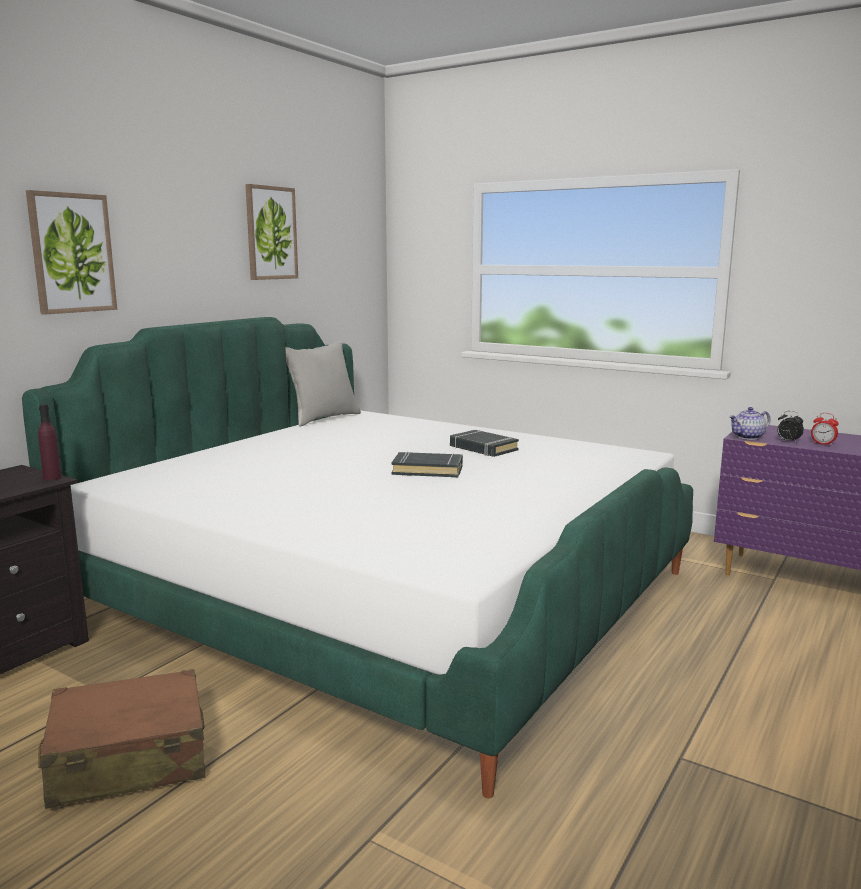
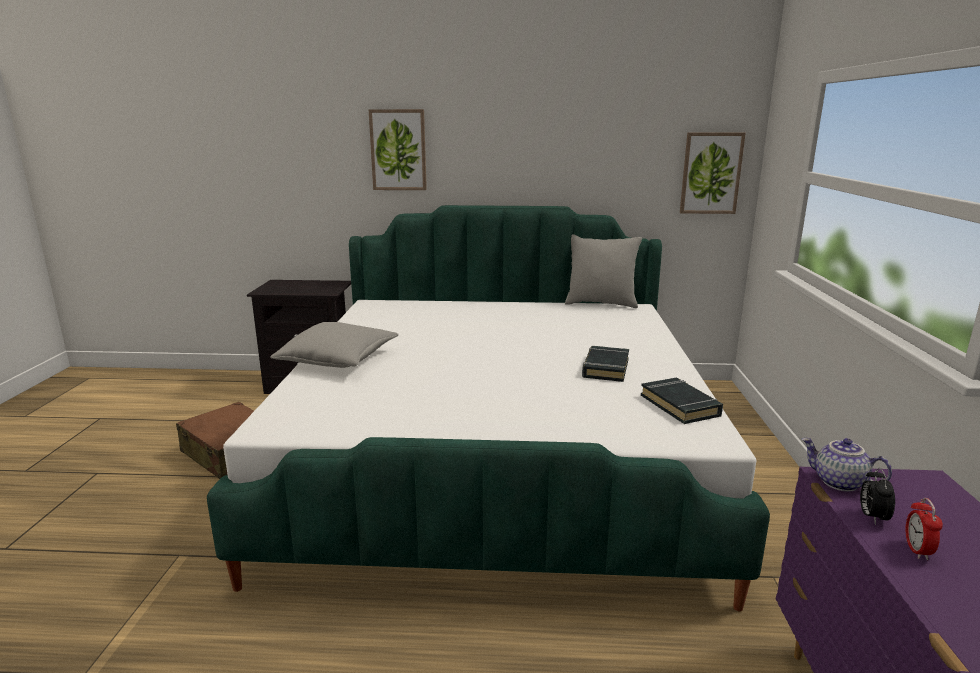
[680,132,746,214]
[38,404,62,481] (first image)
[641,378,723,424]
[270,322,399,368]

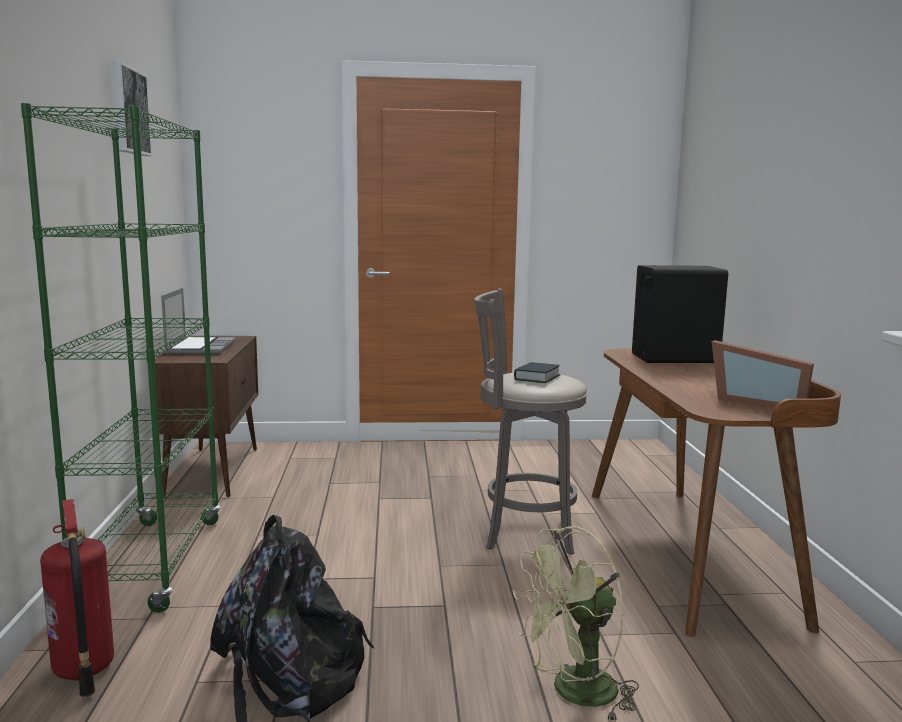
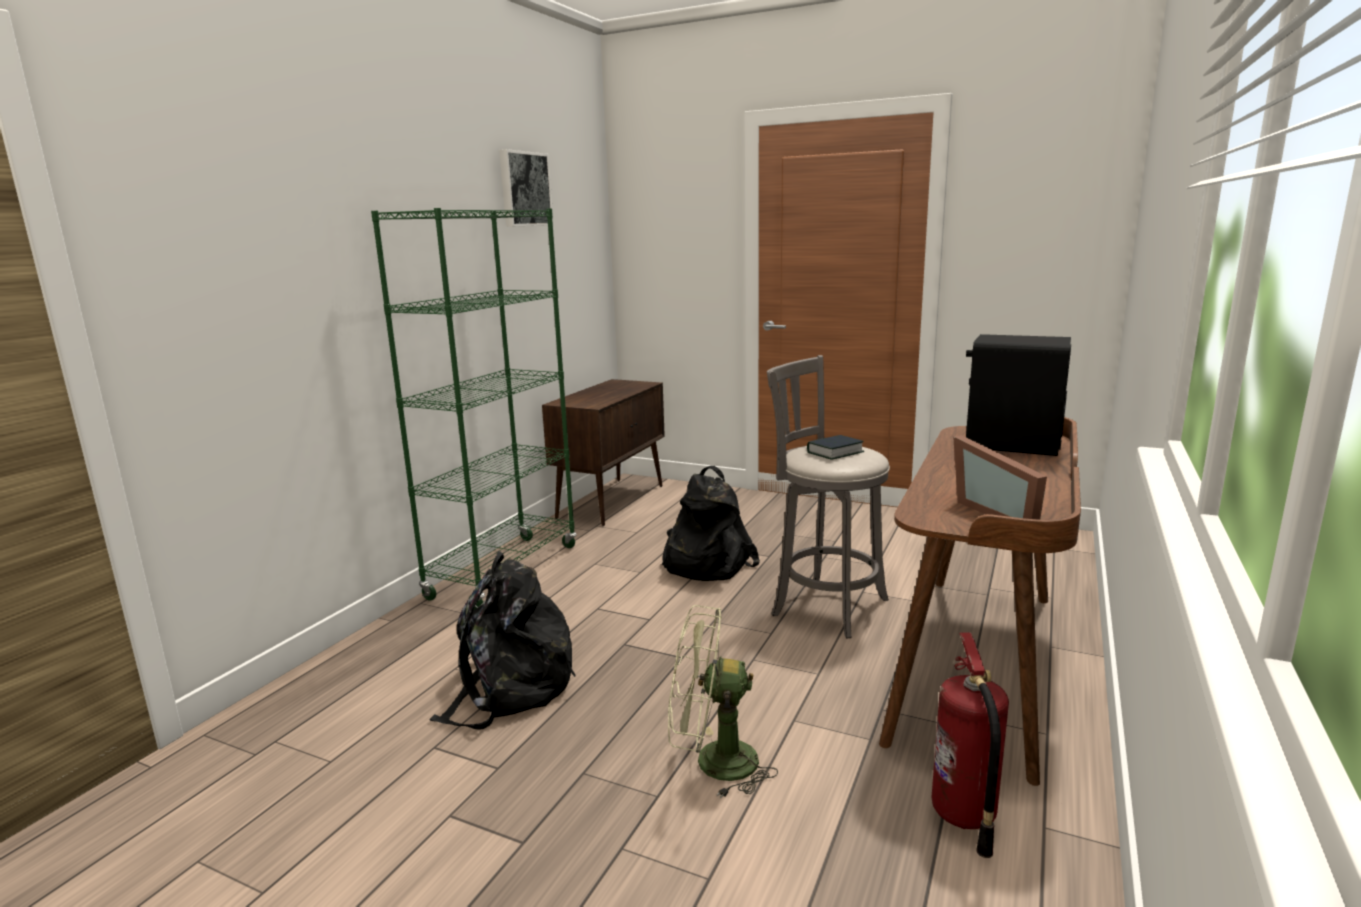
[161,288,236,354] (first image)
[932,632,1009,858]
[662,466,760,581]

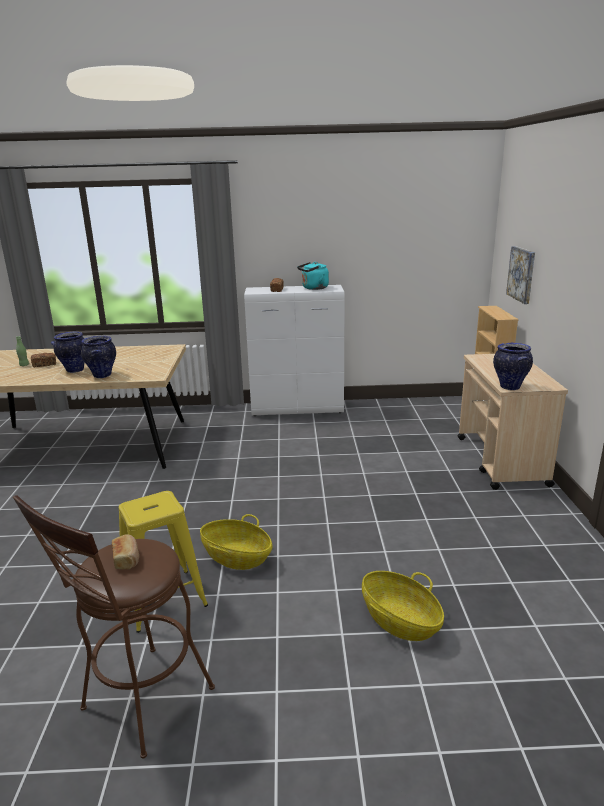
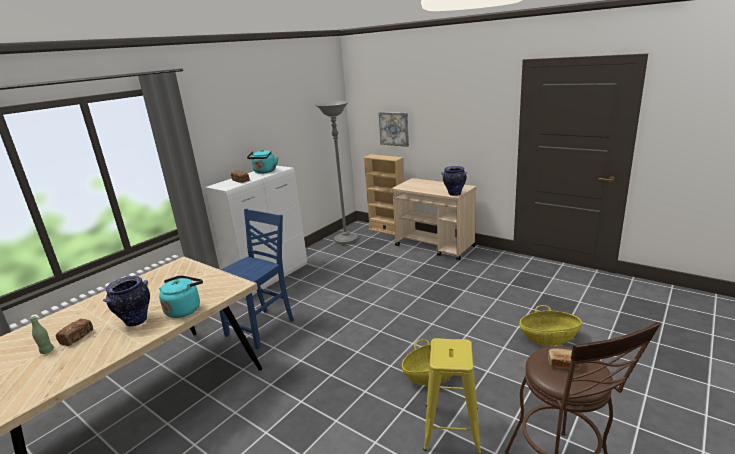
[159,275,203,318]
[315,101,358,245]
[219,209,294,349]

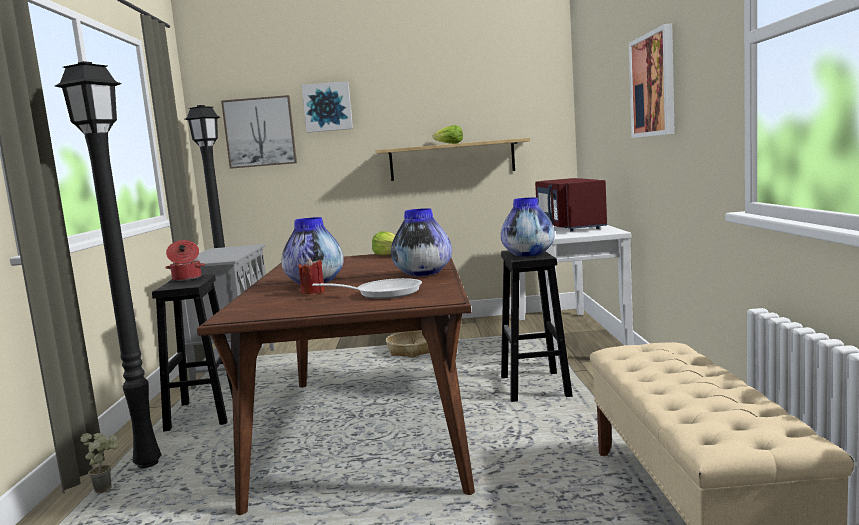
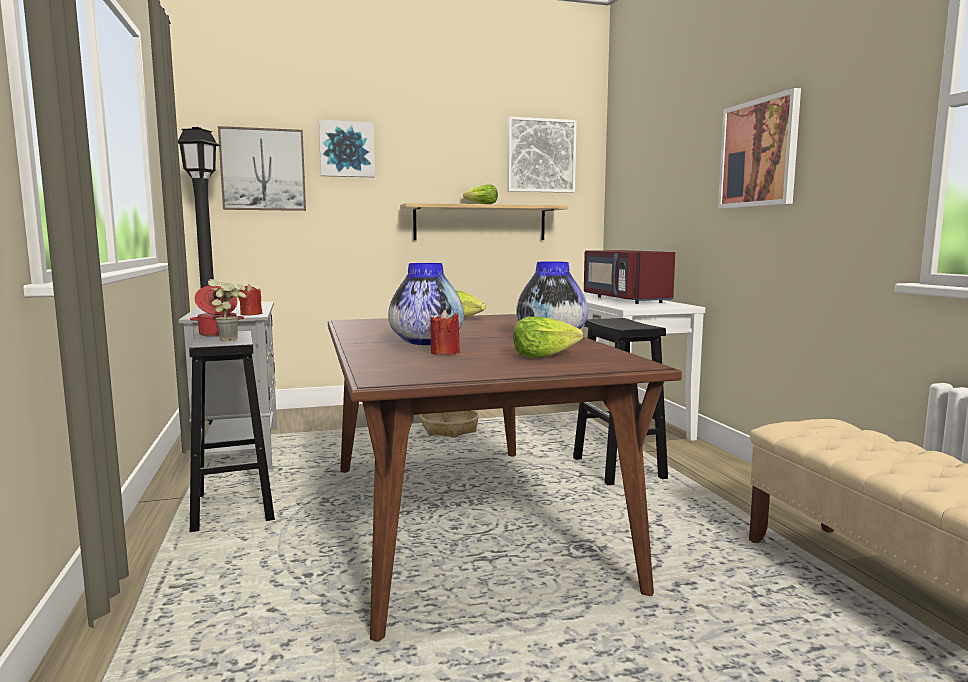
[55,61,161,468] (first image)
[501,197,555,256] (first image)
[513,317,583,358]
[208,279,247,341]
[507,117,577,193]
[238,284,262,316]

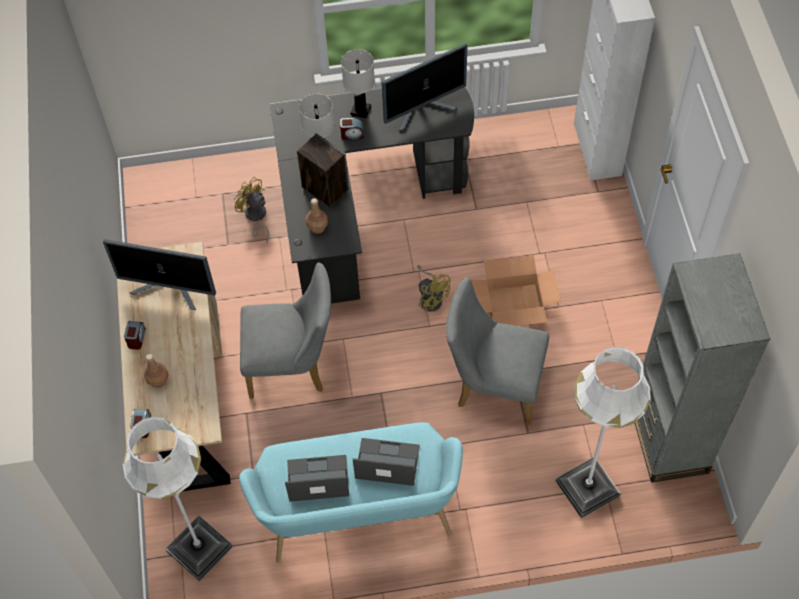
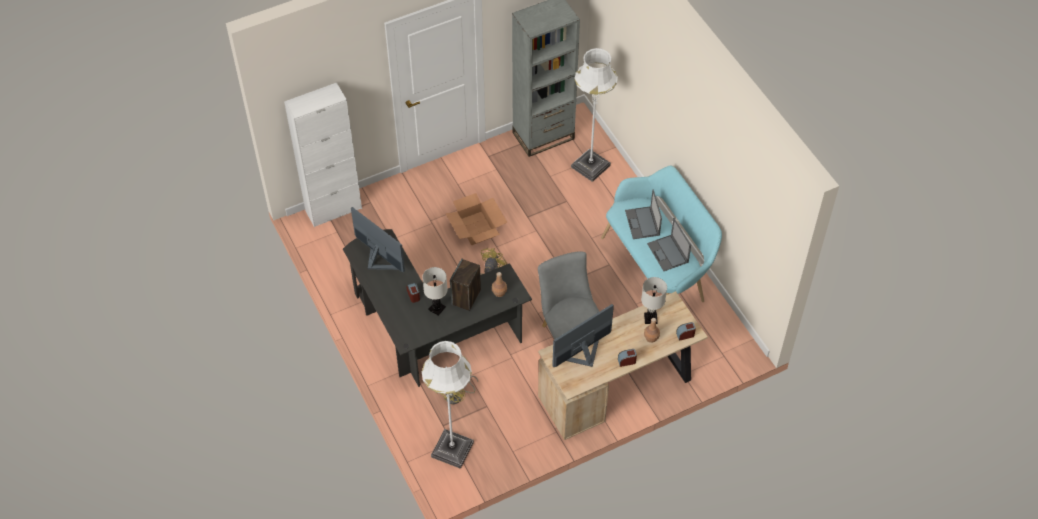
[641,277,667,324]
[552,304,614,367]
[446,277,549,425] (first image)
[422,341,474,469]

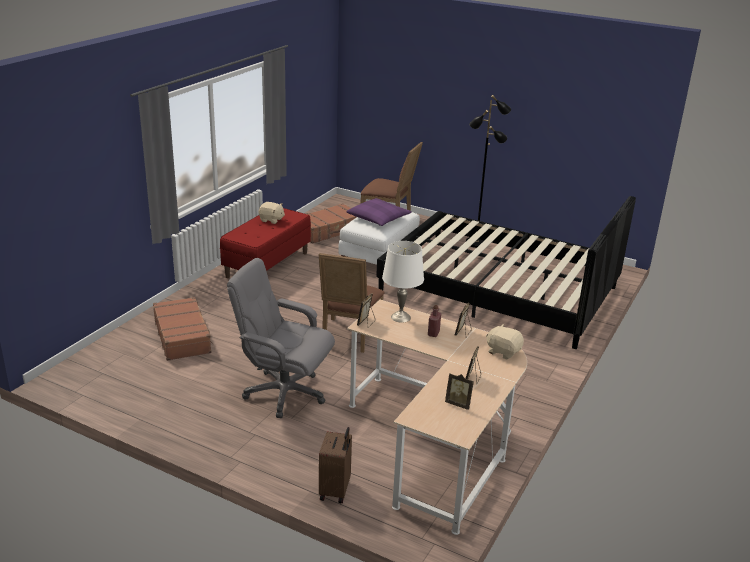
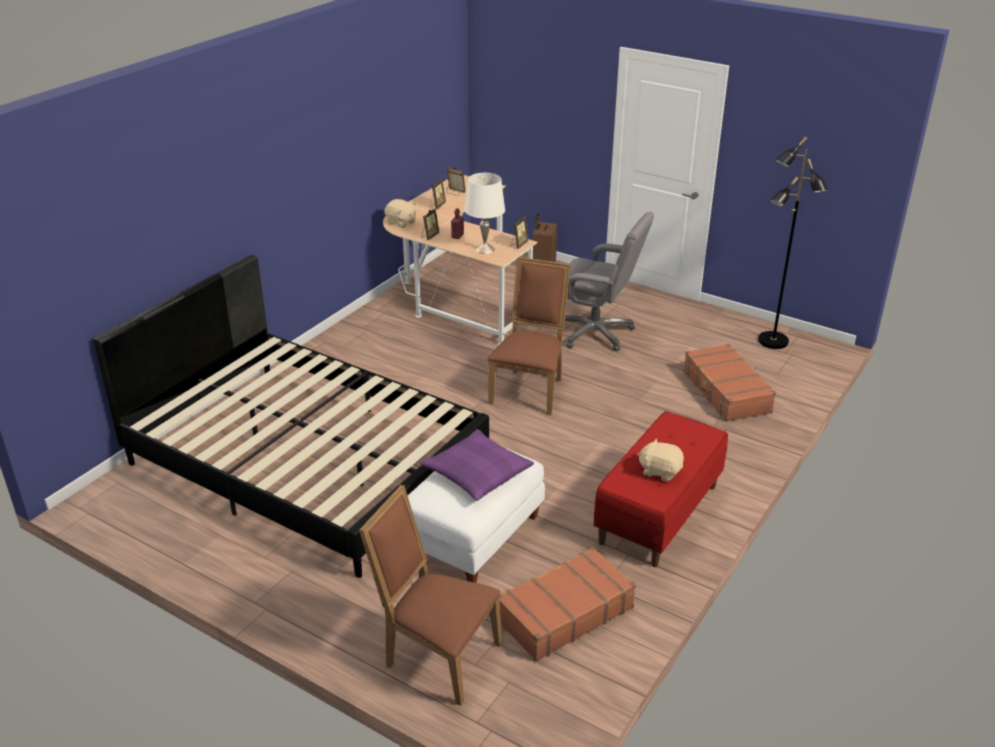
[758,137,829,349]

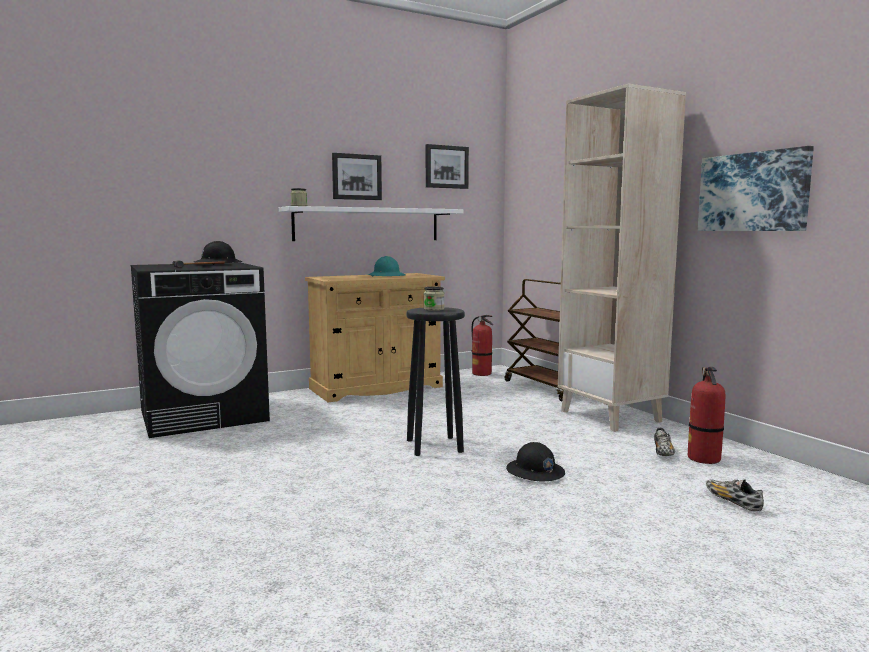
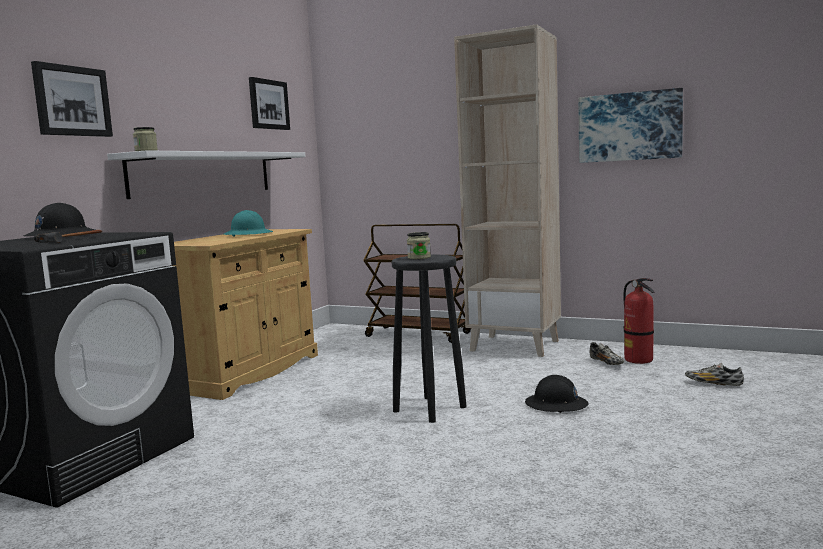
[31,61,113,137]
[471,315,493,376] (first image)

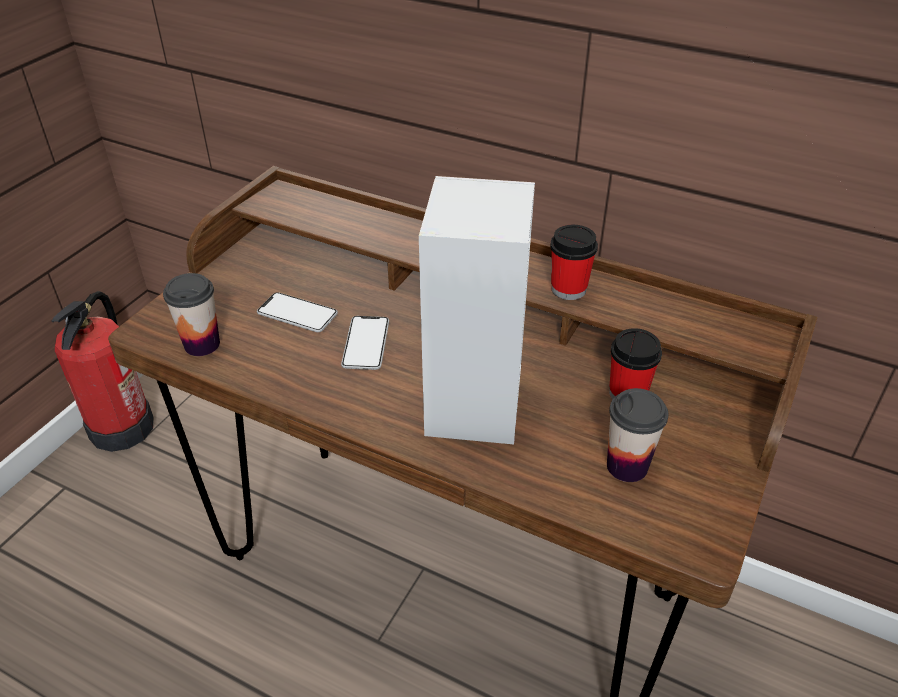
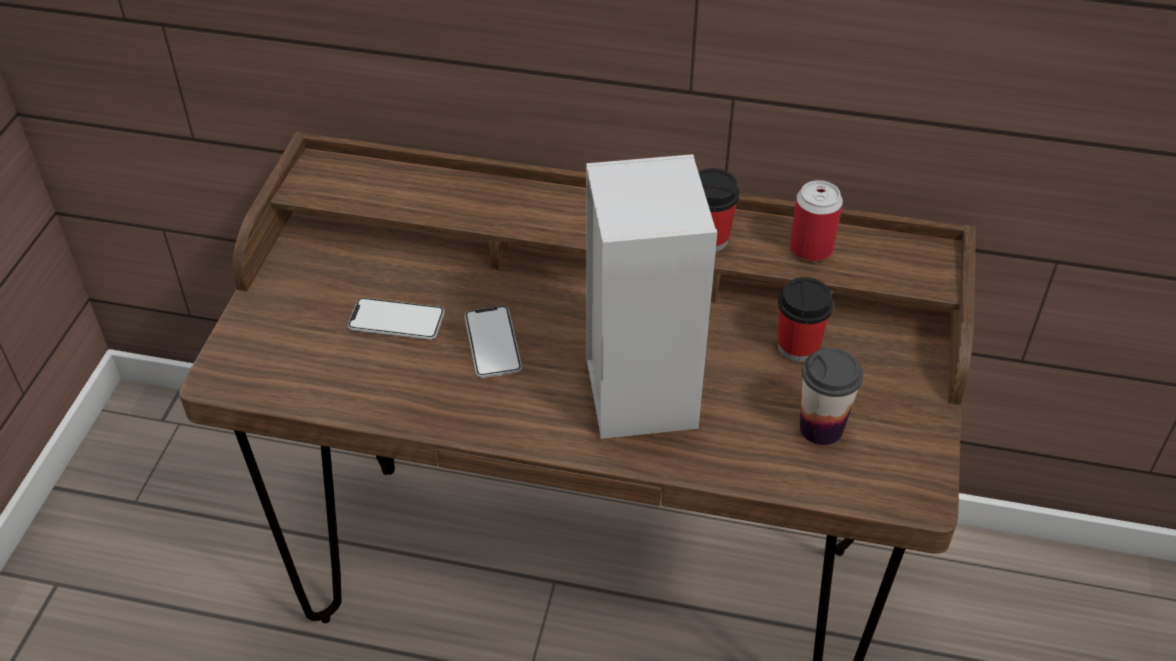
[163,273,220,356] (first image)
[52,291,153,452] (first image)
[790,180,843,261]

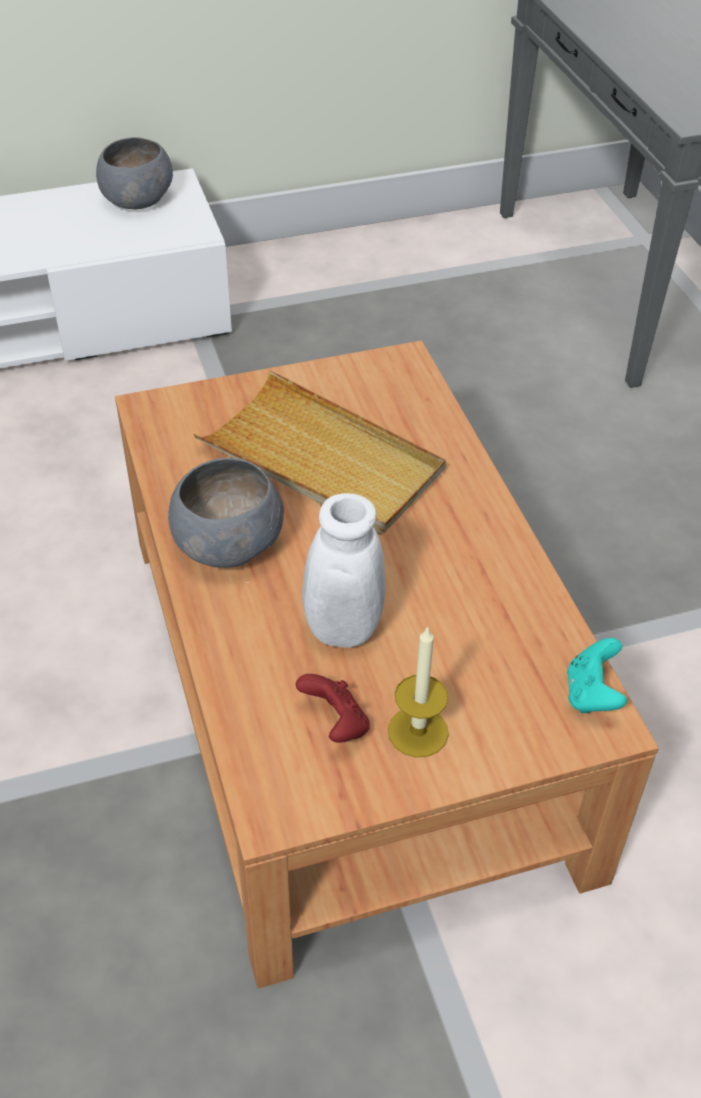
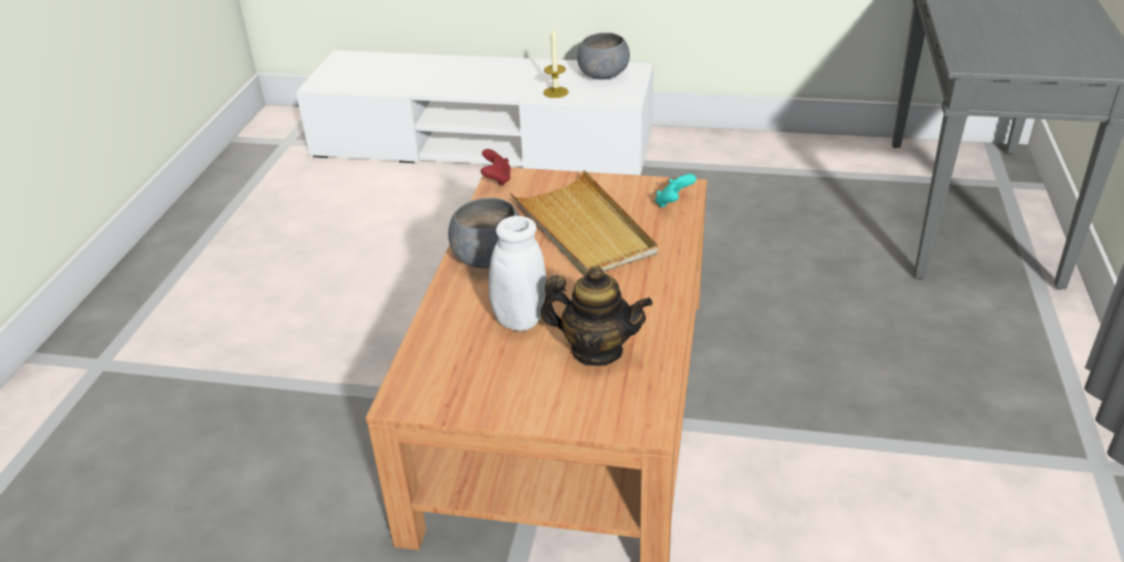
[543,28,568,98]
[655,174,696,208]
[481,149,511,186]
[540,266,653,366]

